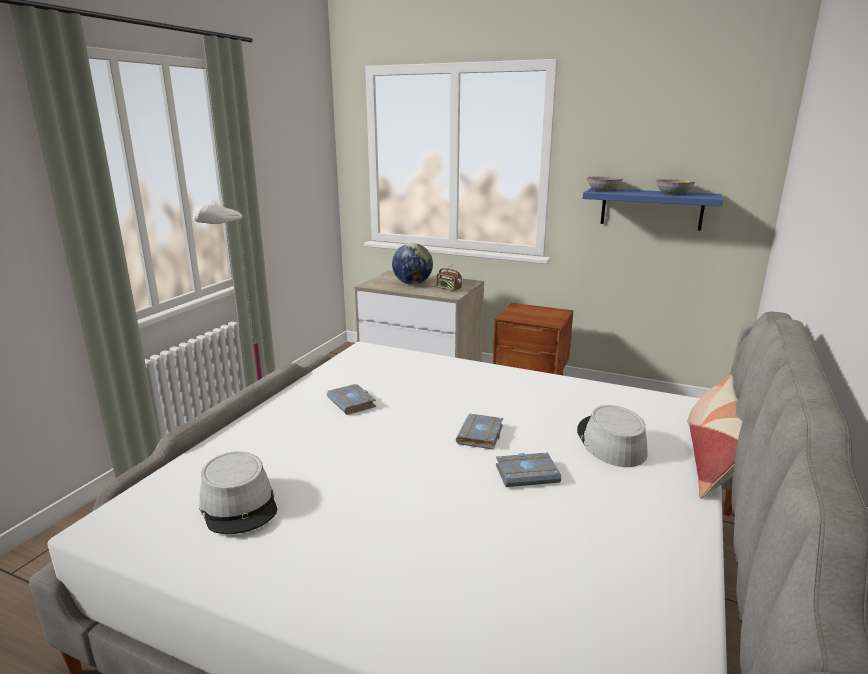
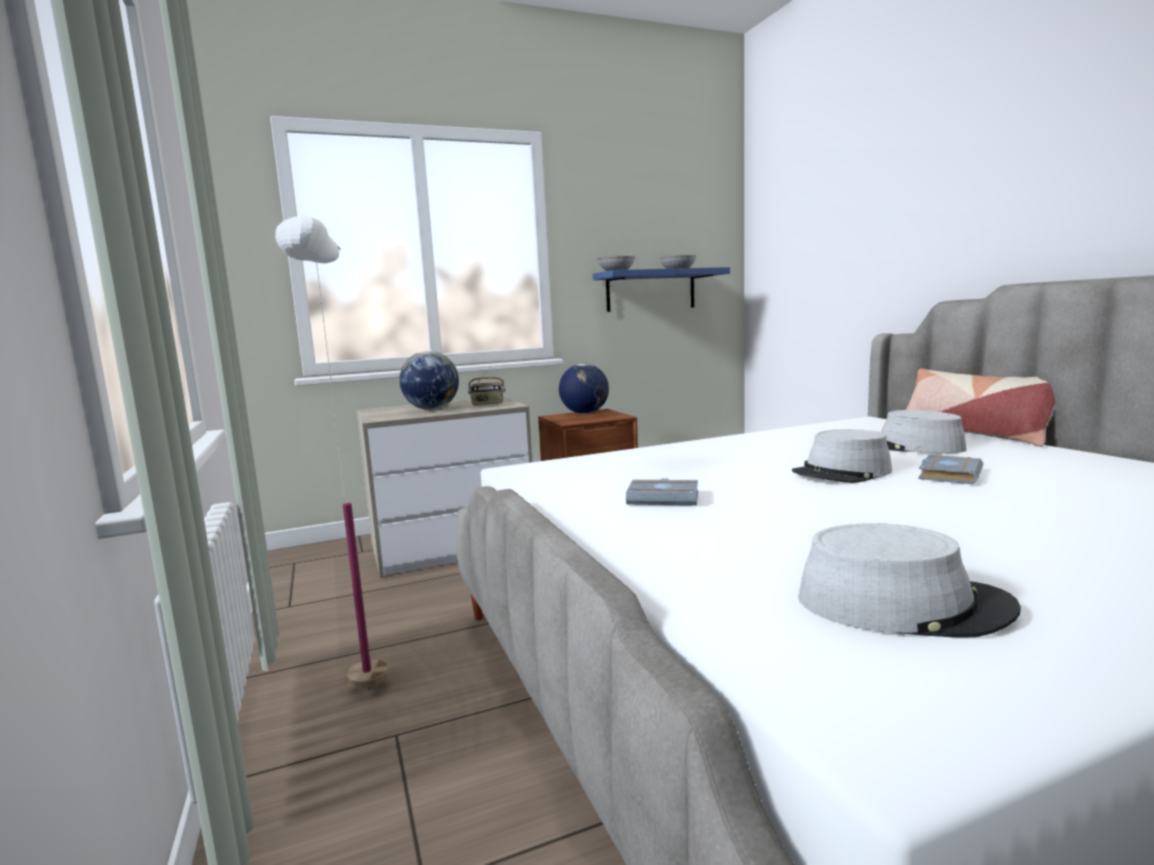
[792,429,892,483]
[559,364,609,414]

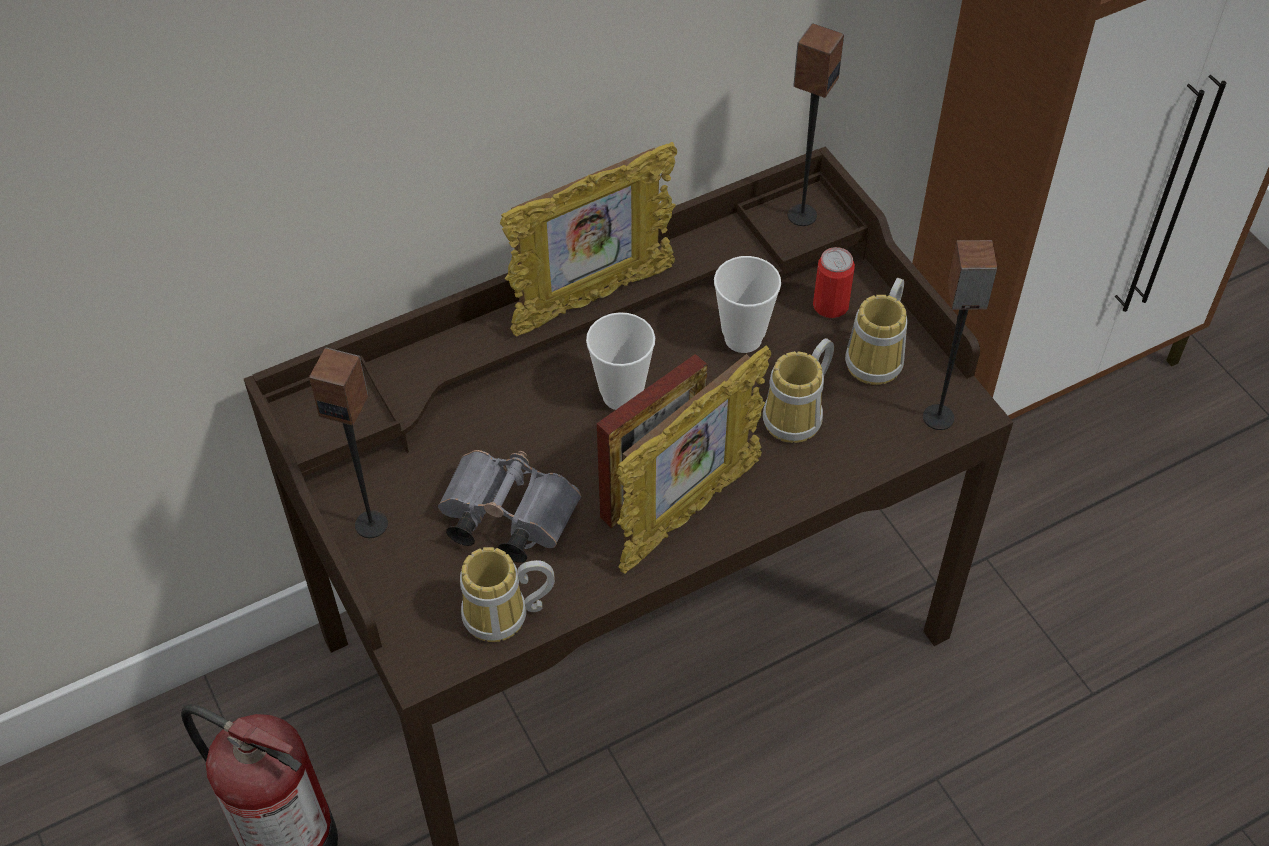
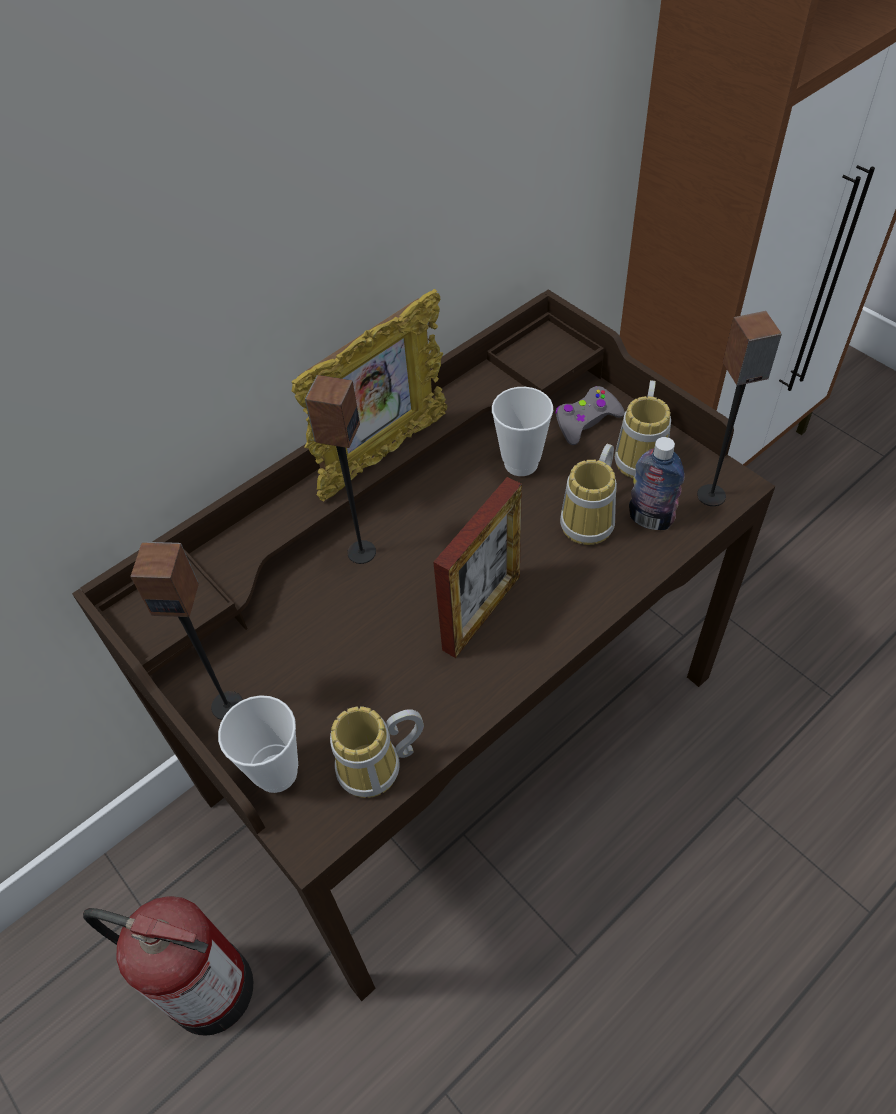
[305,375,376,564]
[555,386,625,445]
[218,695,298,793]
[616,345,771,574] (first image)
[438,450,581,563] (first image)
[629,437,685,530]

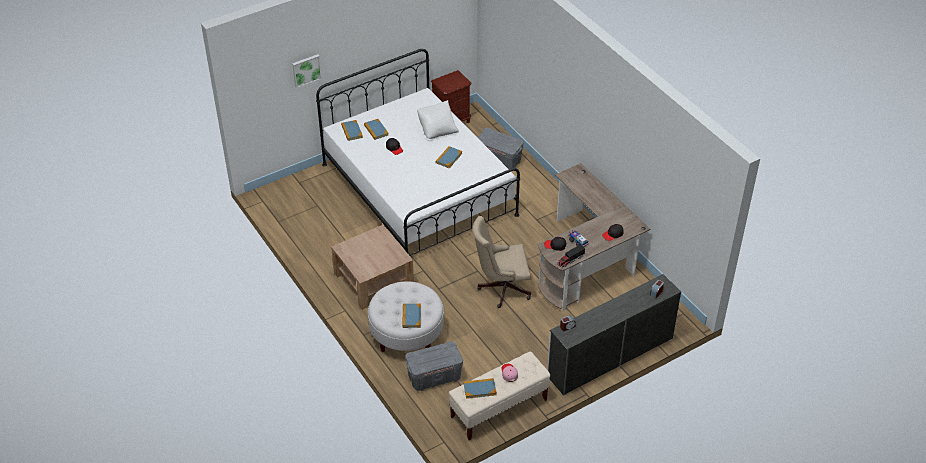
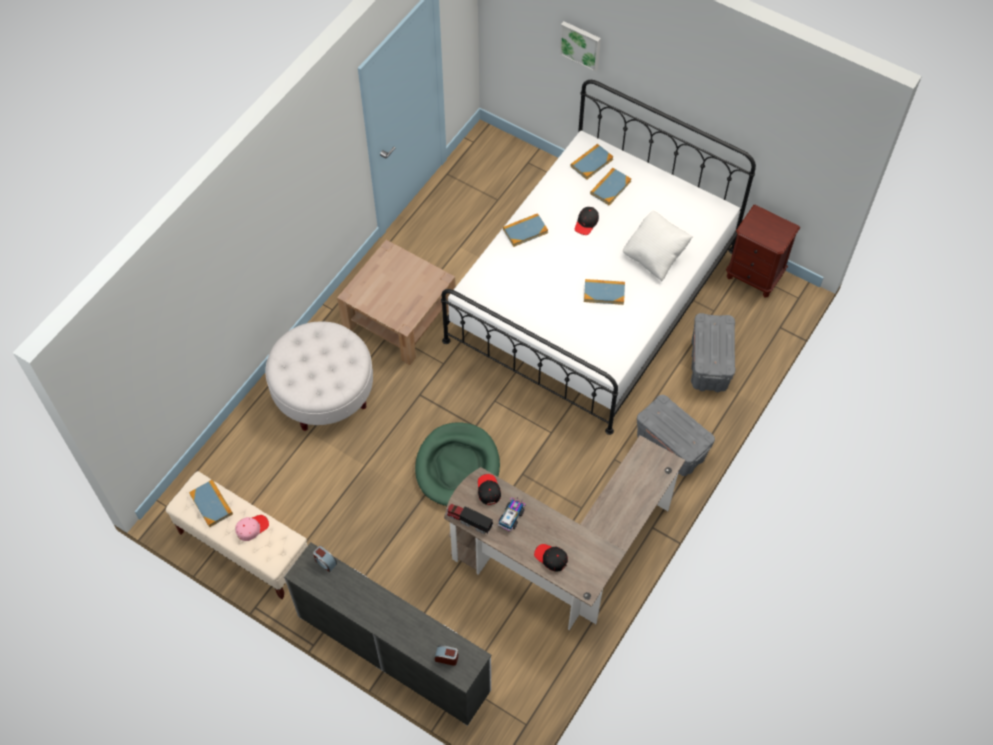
[415,422,500,506]
[503,213,548,247]
[637,395,715,476]

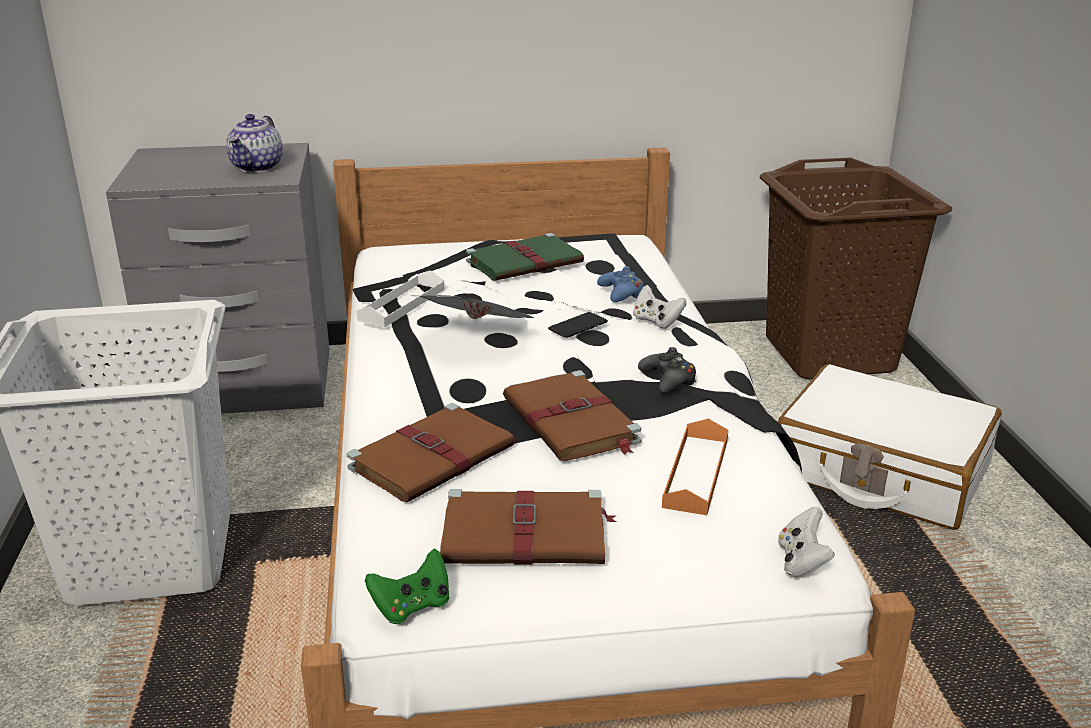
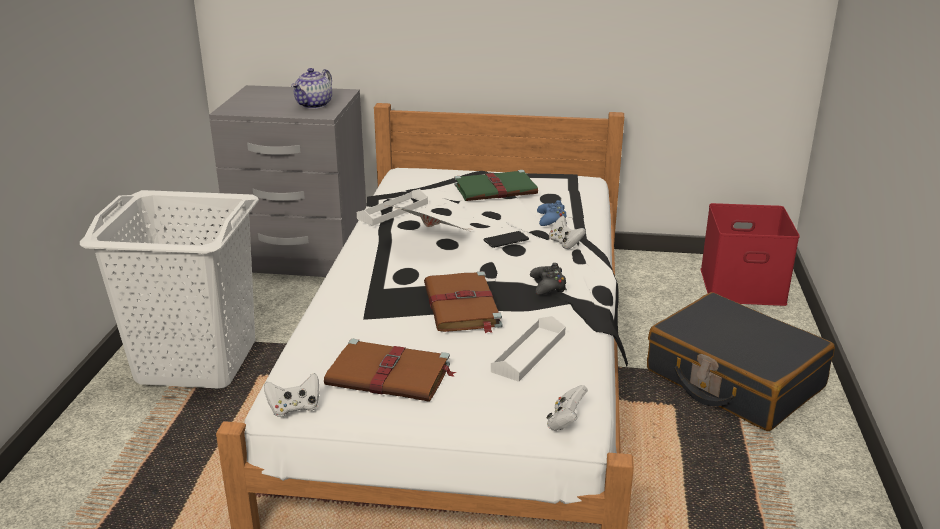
[701,203,800,306]
[647,292,835,431]
[347,403,515,502] (first image)
[491,316,566,382]
[264,373,319,417]

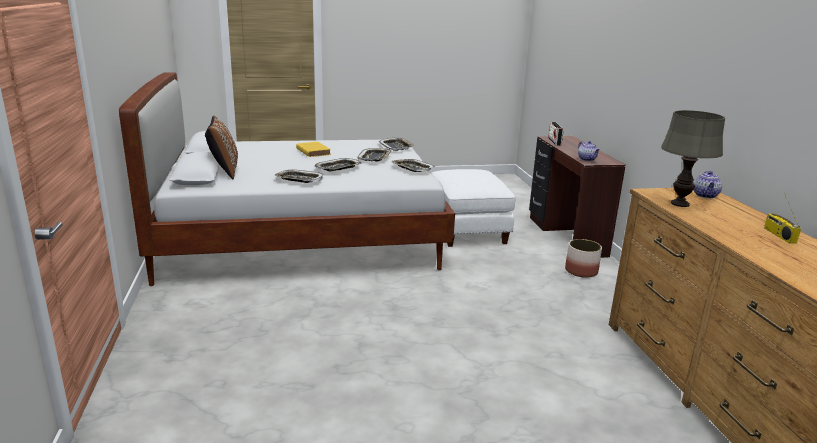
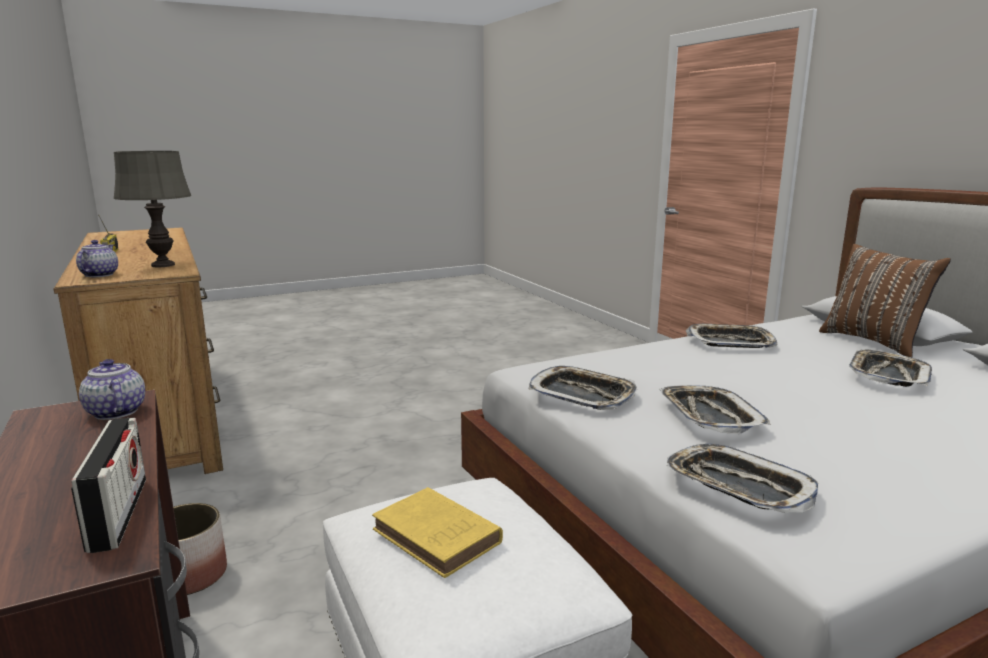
[372,487,503,578]
[849,349,932,387]

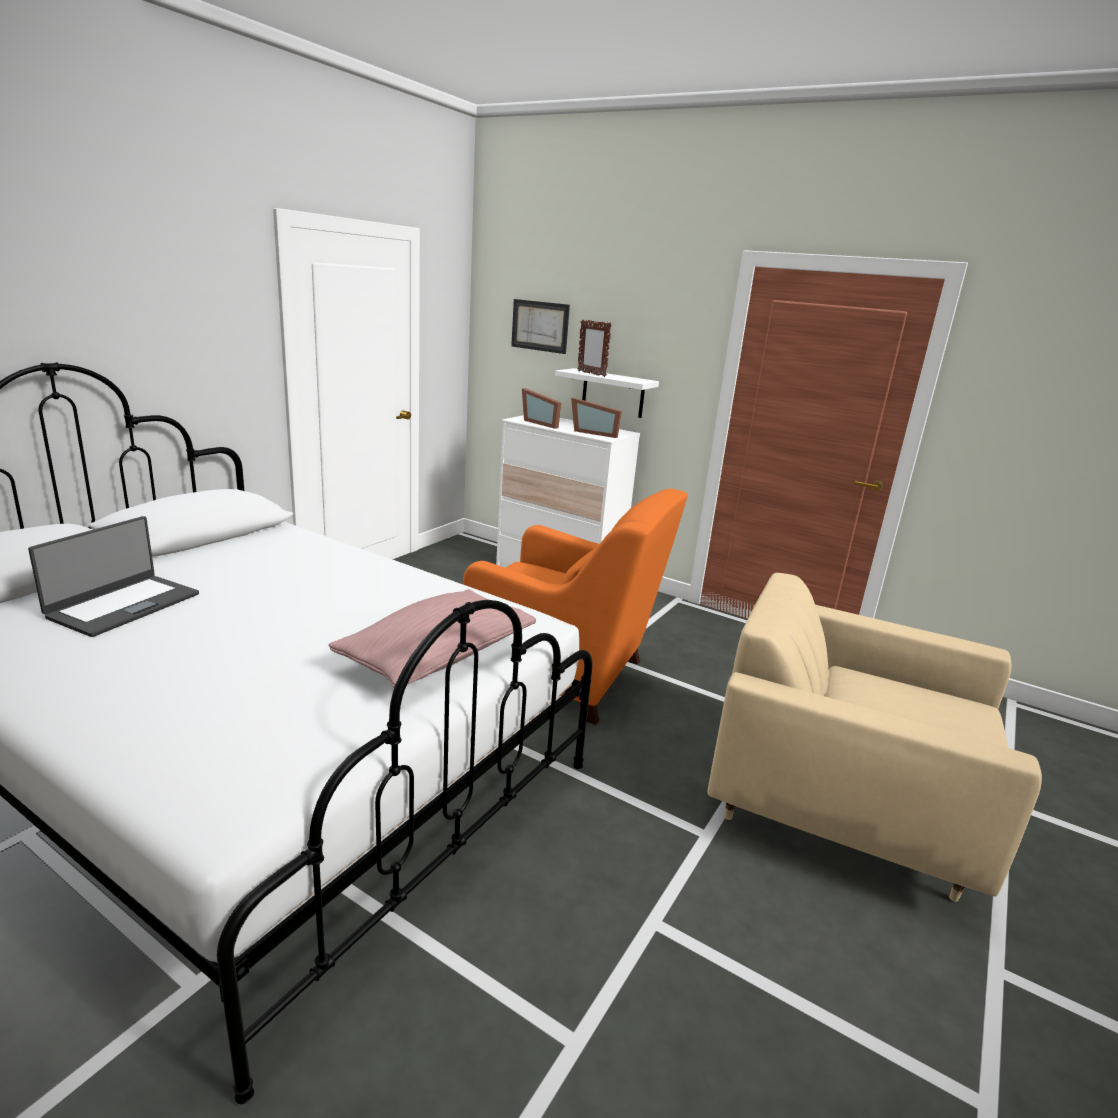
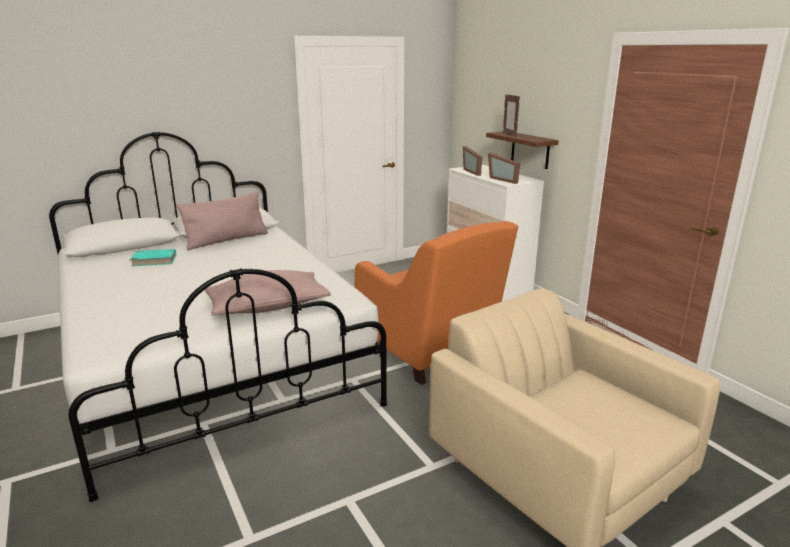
[511,299,570,354] (first image)
[486,131,559,169]
[130,249,177,266]
[177,191,268,250]

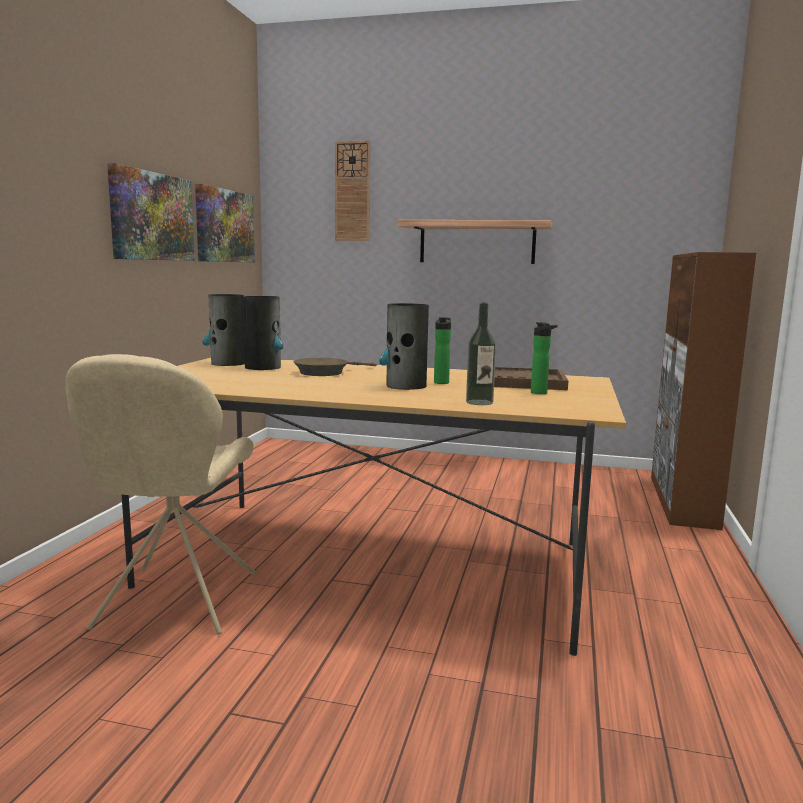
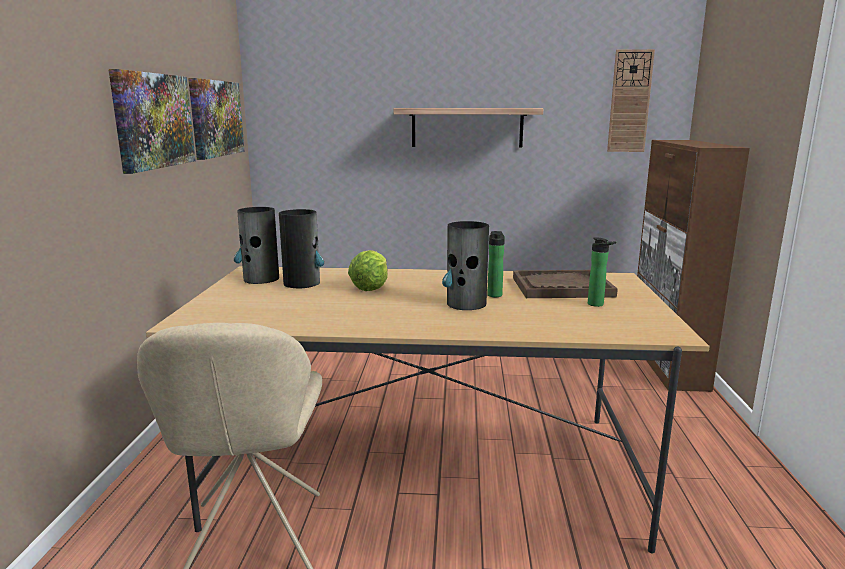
[607,49,655,152]
[466,303,496,405] (first image)
[348,250,388,291]

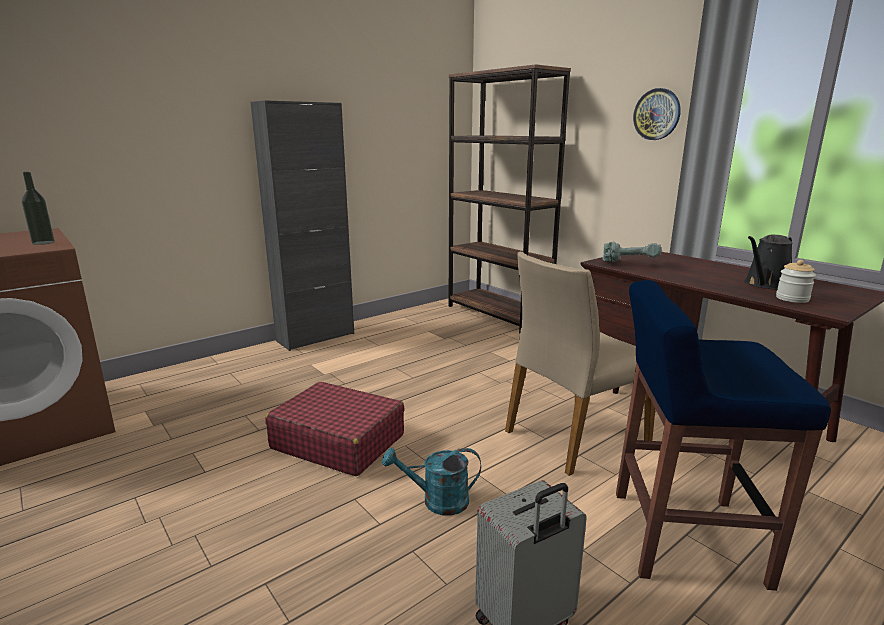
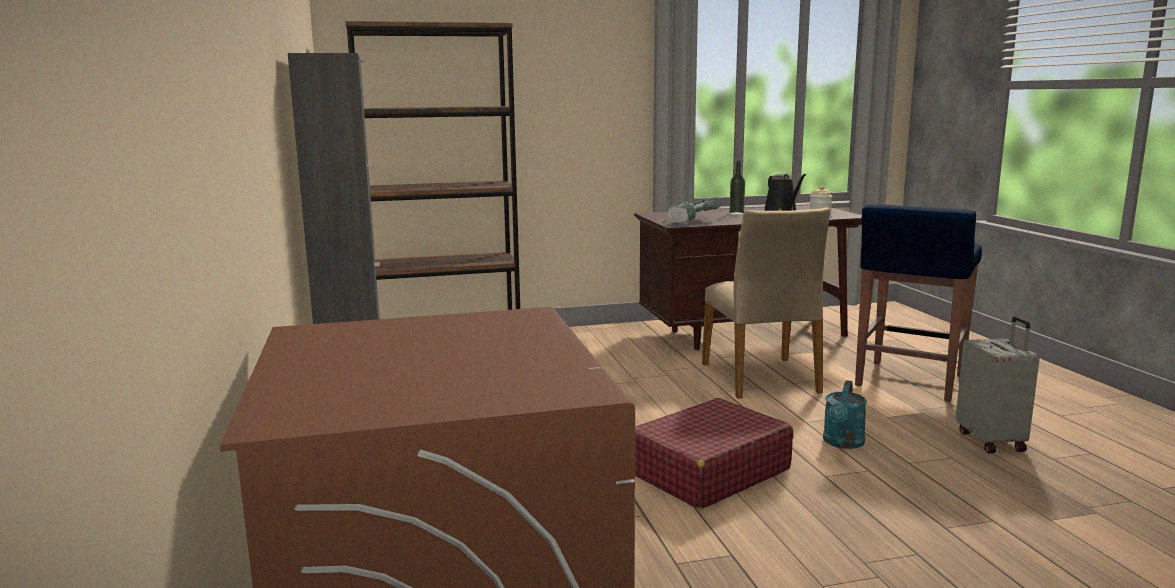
[633,88,681,140] (first image)
[729,160,745,215]

